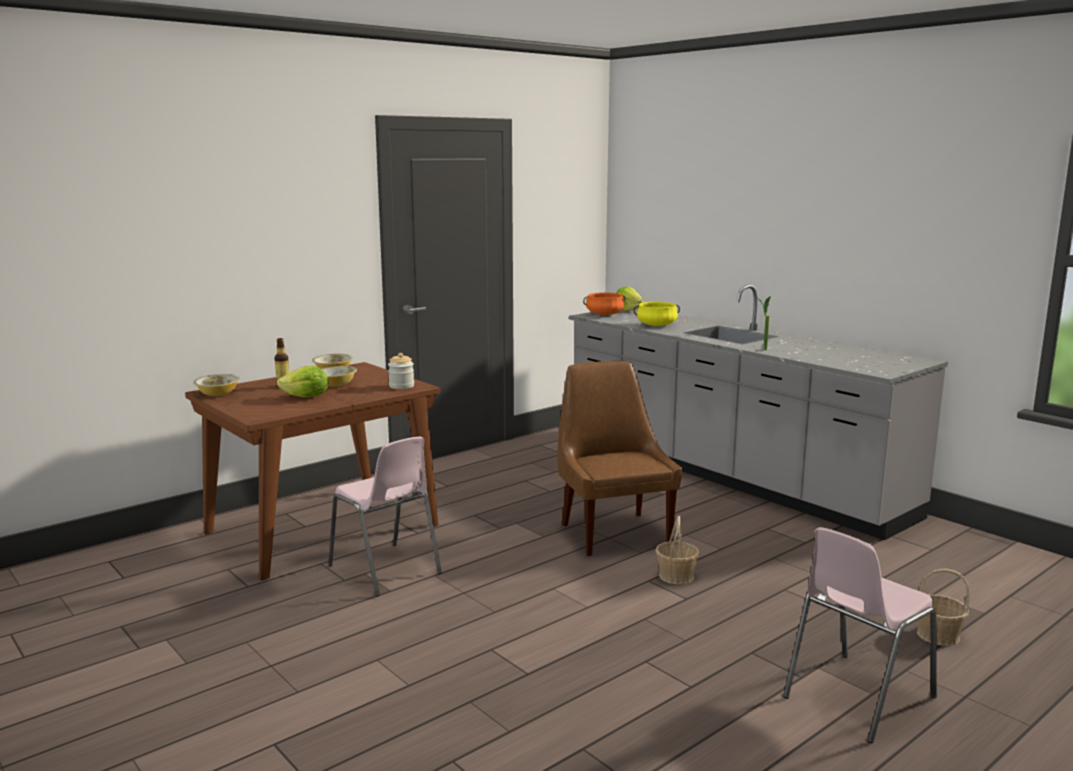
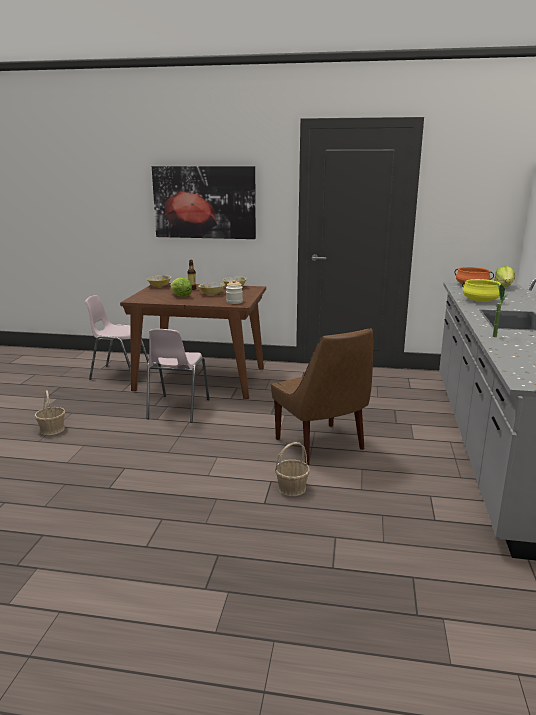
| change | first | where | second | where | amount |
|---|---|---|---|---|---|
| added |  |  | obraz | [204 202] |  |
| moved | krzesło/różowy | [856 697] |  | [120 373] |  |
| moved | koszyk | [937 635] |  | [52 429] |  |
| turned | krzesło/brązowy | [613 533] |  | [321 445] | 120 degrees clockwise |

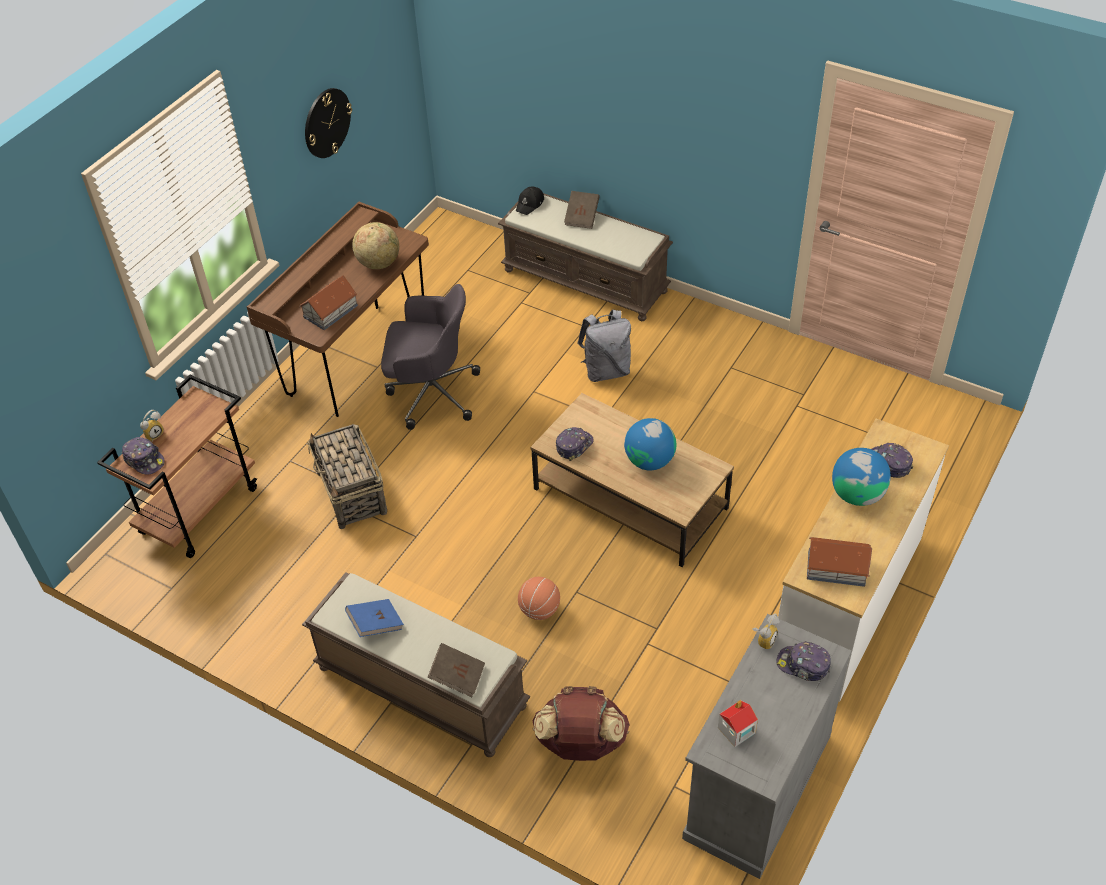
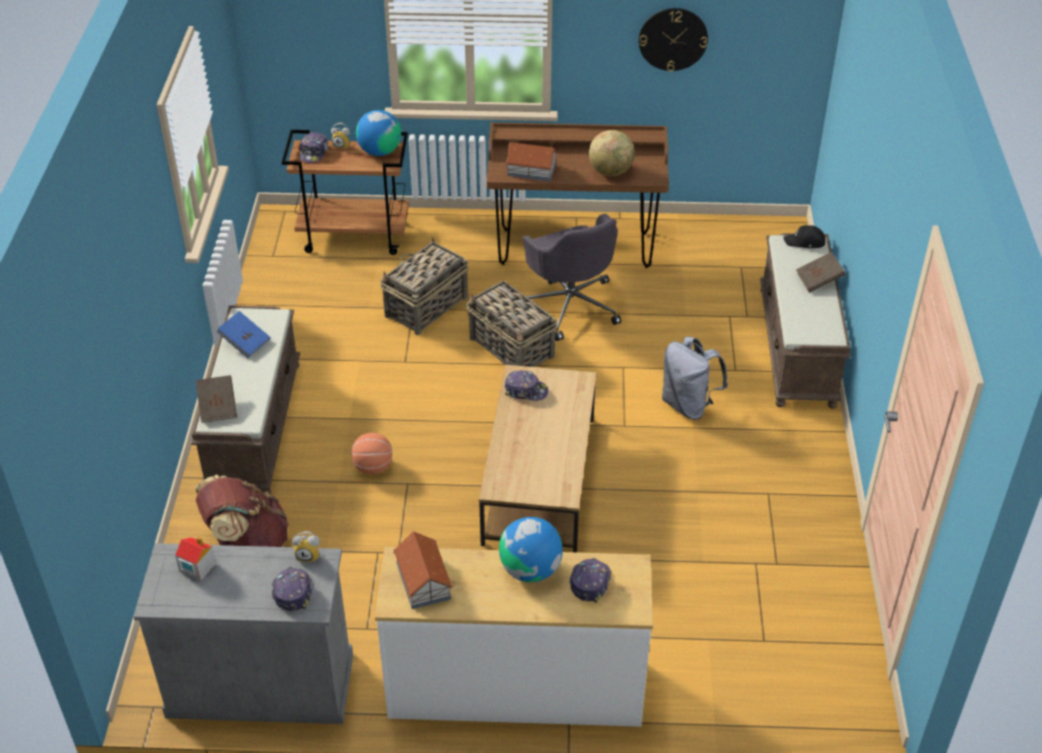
| change | first | where | second | where | amount |
|---|---|---|---|---|---|
| added |  |  | koszyk | [512 348] |  |
| moved | globus | [649 461] |  | [380 151] |  |

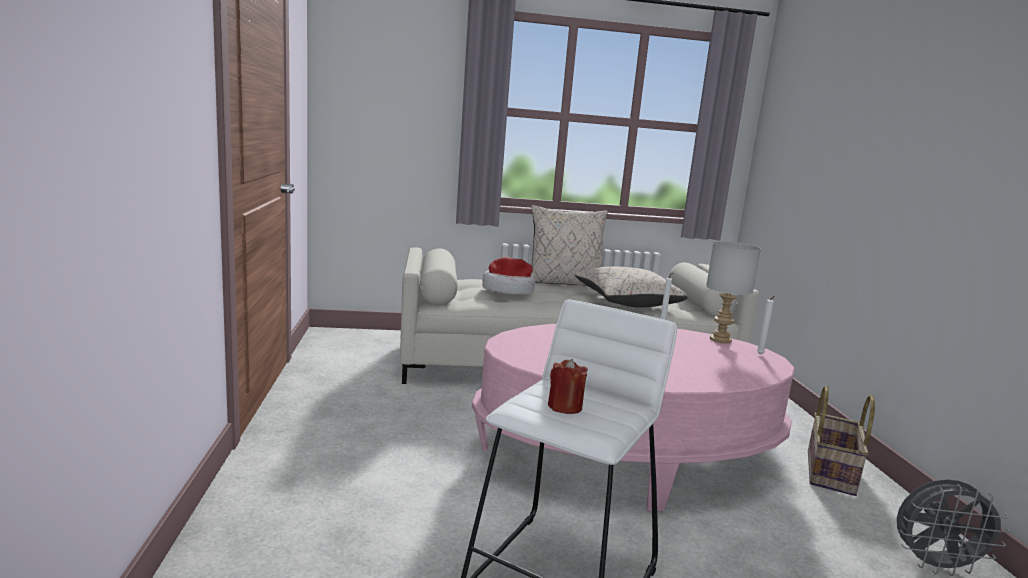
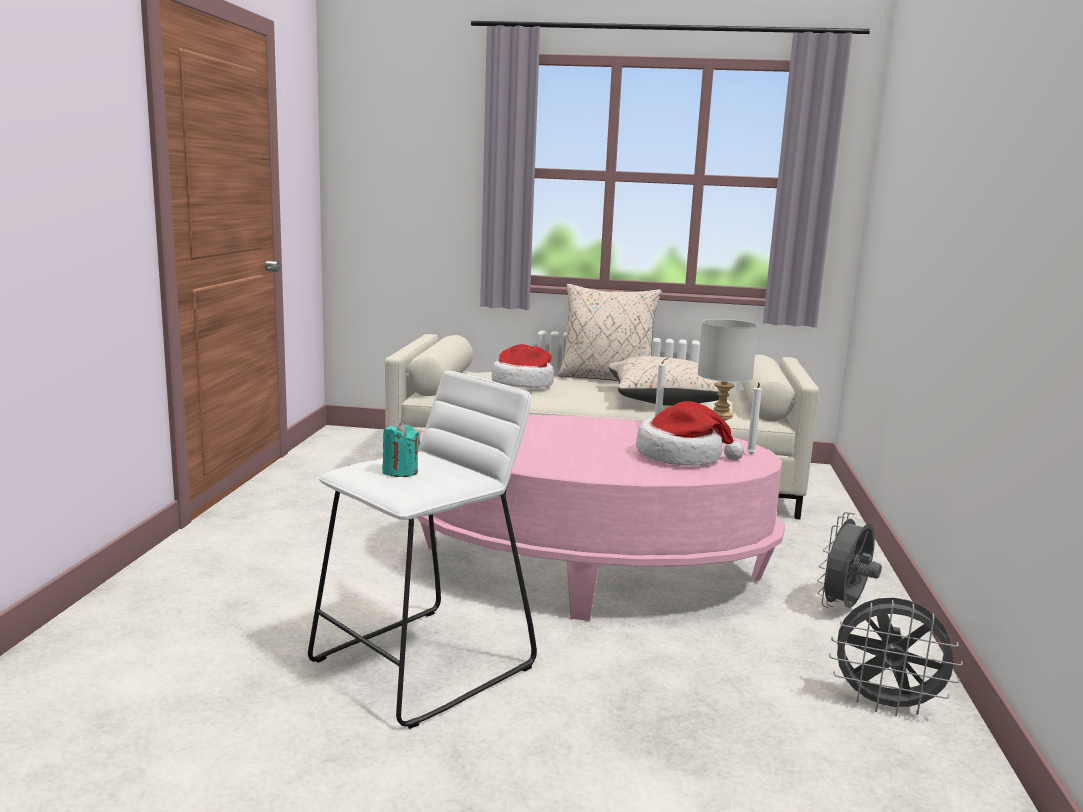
| change | first | where | second | where | amount |
|---|---|---|---|---|---|
| added |  |  | kapelusz | [681 456] |  |
| replaced | koszyk | [831 473] | wentylator/szary | [844 607] |  |
| recoloured | świeca/czerwony | [565 406] | świeca/turkusowy | [400 472] |  |

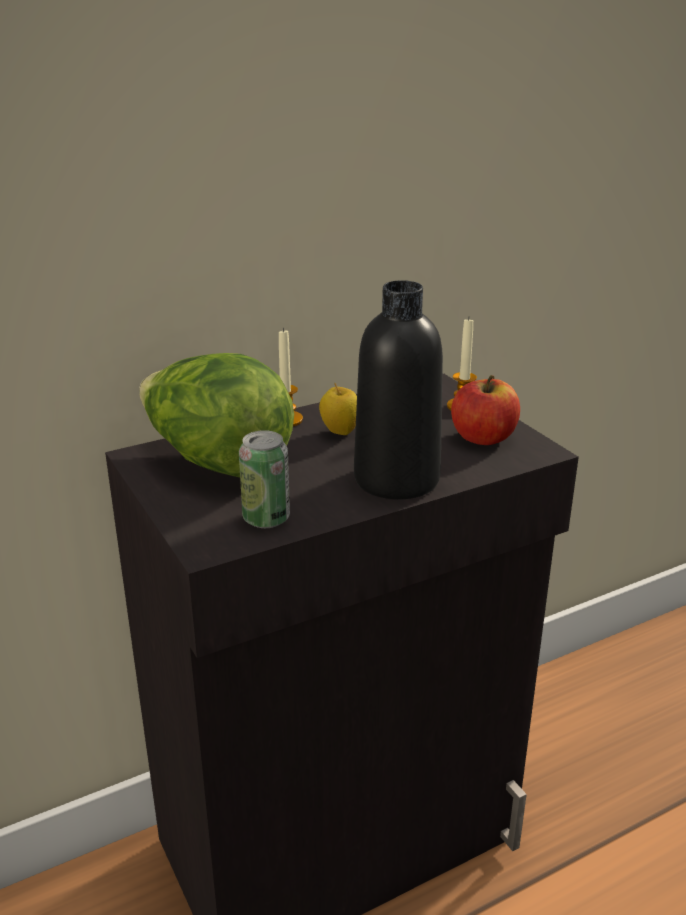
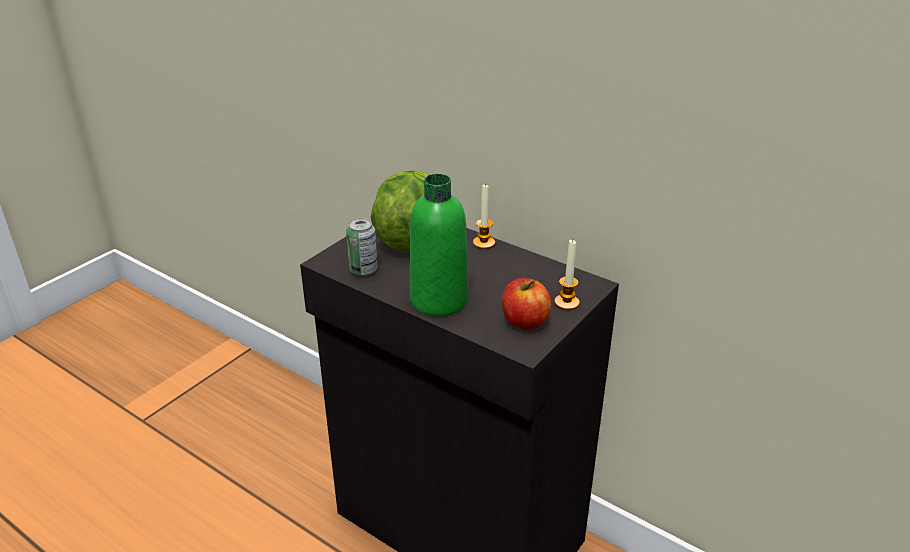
| change | first | where | second | where | amount |
|---|---|---|---|---|---|
| removed | jabłko | [340 432] |  |  |  |
| recoloured | butelka/czarny | [396 479] | butelka/zielony | [439 300] |  |

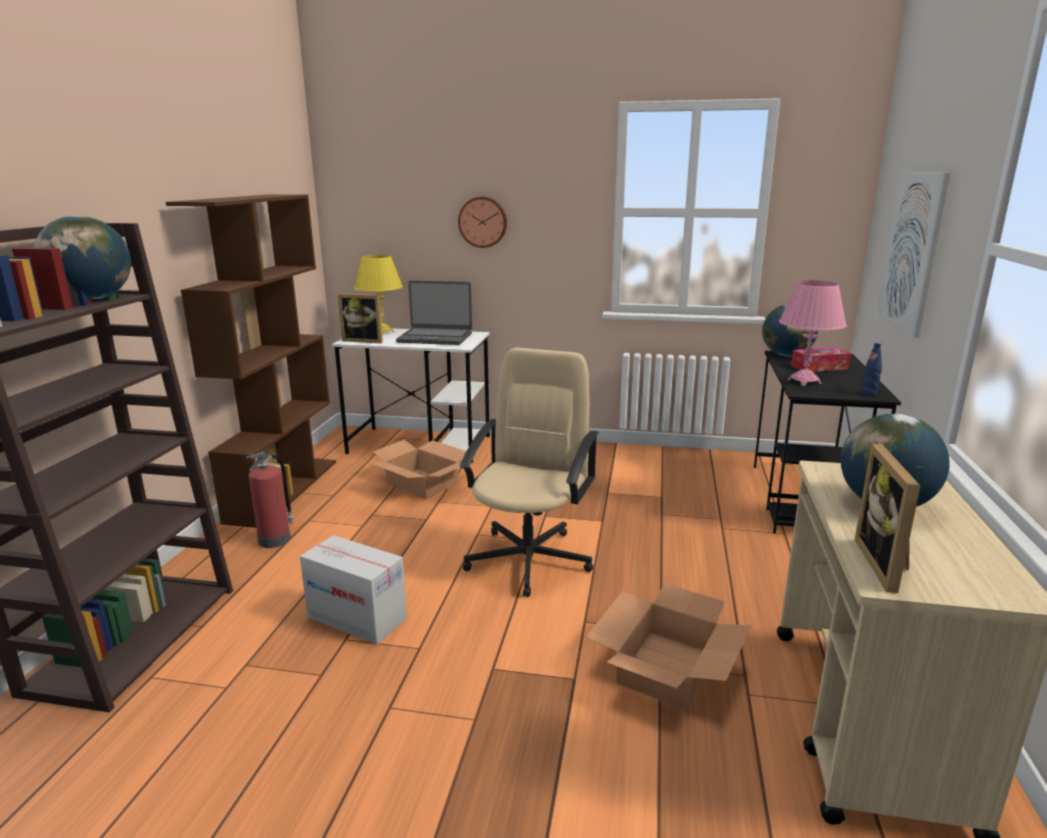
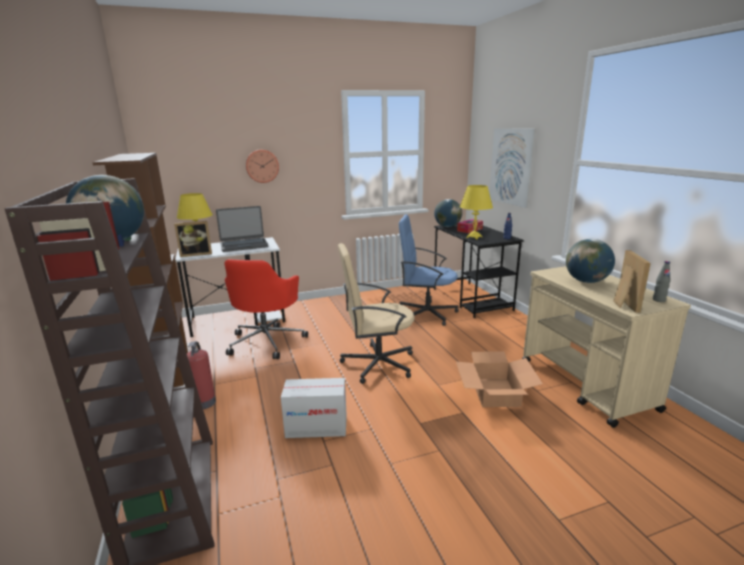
| change | first | where | second | where | amount |
|---|---|---|---|---|---|
| added |  |  | krzesło biurowe/niebieski | [426 313] |  |
| added |  |  | butelka/szary | [659 300] |  |
| replaced | karton | [422 483] | krzesło biurowe/czerwony | [267 341] |  |
| recoloured | lampa stołowa/różowy | [804 381] | lampa stołowa/żółty | [474 237] |  |
| turned | krzesło biurowe/beżowy | [529 559] |  | [377 364] | 90 degrees counterclockwise |
| turned | ramka na zdjęcie | [887 565] |  | [622 303] | 150 degrees counterclockwise |

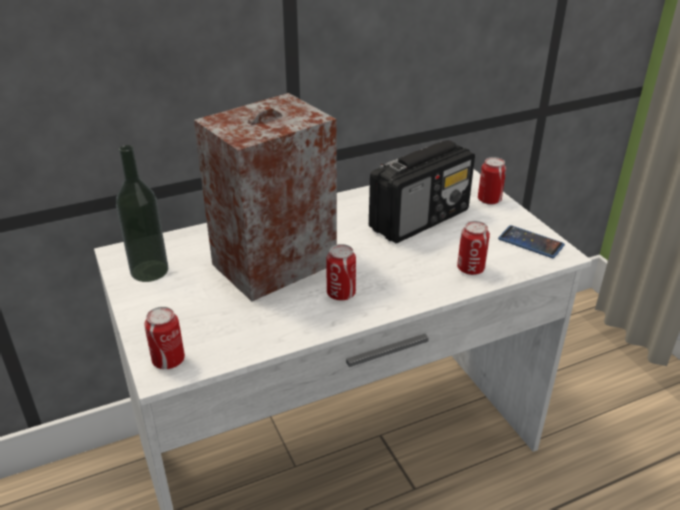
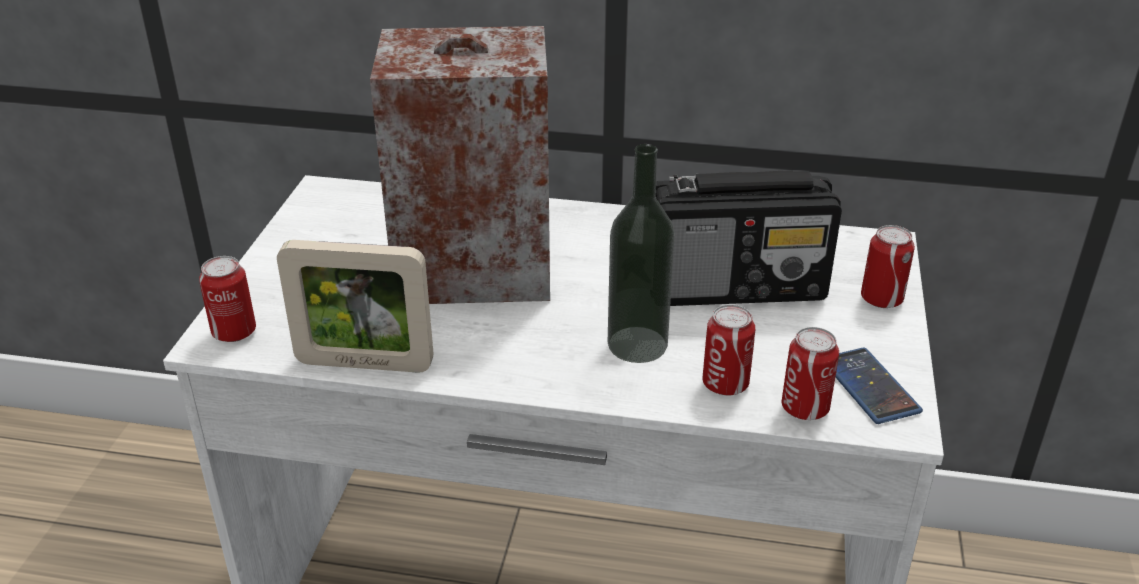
| change | first | where | second | where | amount |
|---|---|---|---|---|---|
| added |  |  | ramka na zdjęcie | [364 363] |  |
| moved | butelka | [149 271] |  | [637 344] |  |
| moved | puszka | [341 294] |  | [805 408] |  |

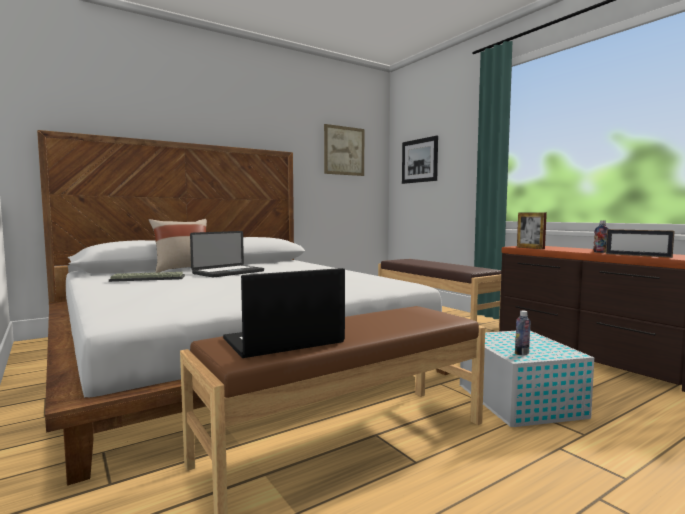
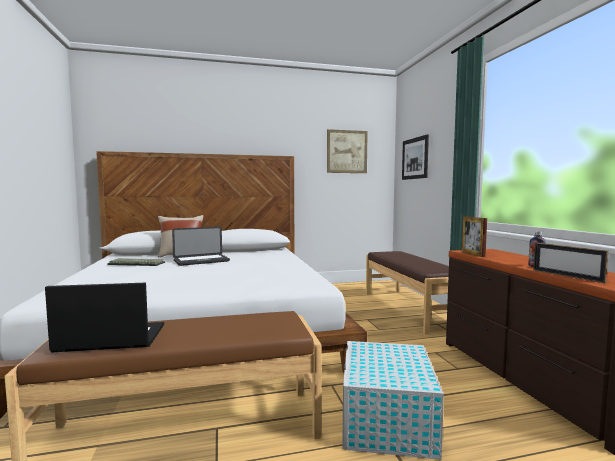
| change | first | where | second | where | amount |
|---|---|---|---|---|---|
| removed | butelka | [522 353] |  |  |  |

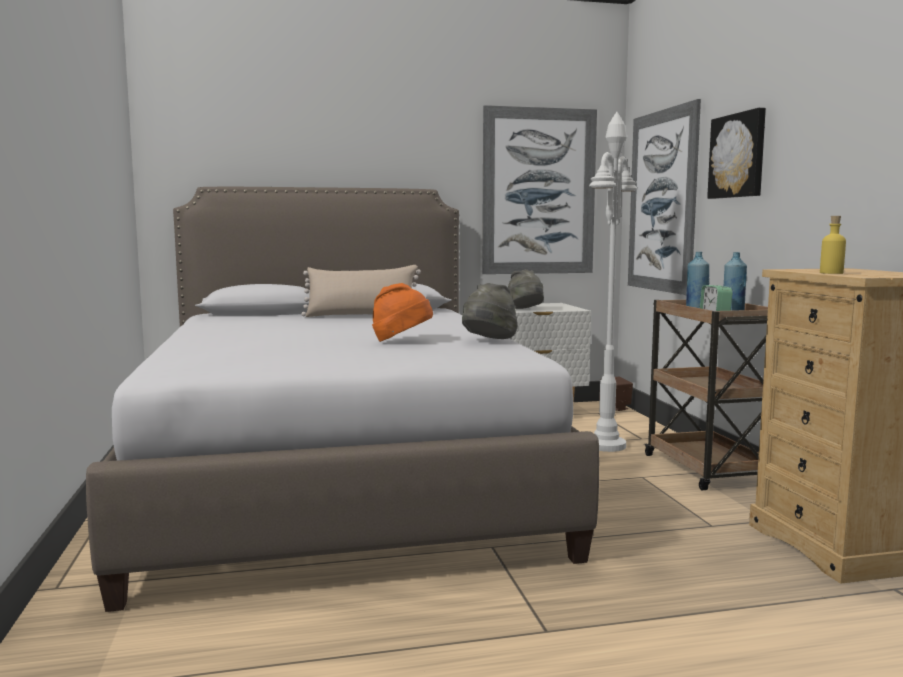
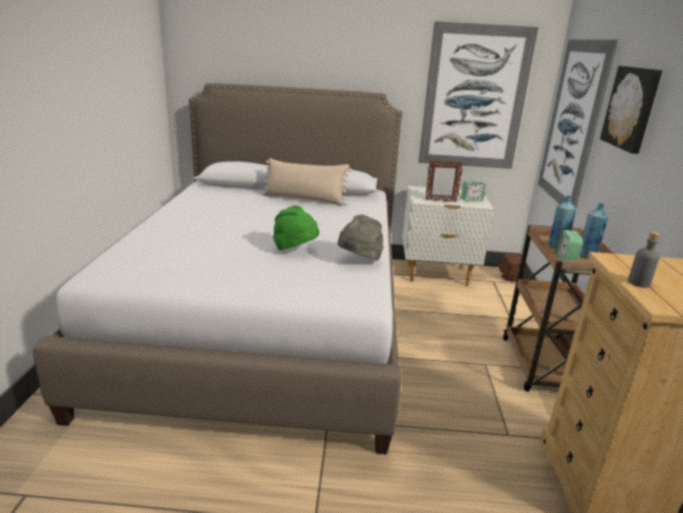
| change | first | where | second | where | amount |
|---|---|---|---|---|---|
| removed | lampa stojąca/biały | [606 445] |  |  |  |
| added |  |  | budzik | [471 200] |  |
| replaced | kapelusz/szary | [525 310] | ramka na zdjęcie | [440 201] |  |
| recoloured | kapelusz/pomarańczowy | [401 341] | kapelusz/zielony | [295 250] |  |
| recoloured | butelka/żółty | [831 273] | butelka/szary | [638 283] |  |

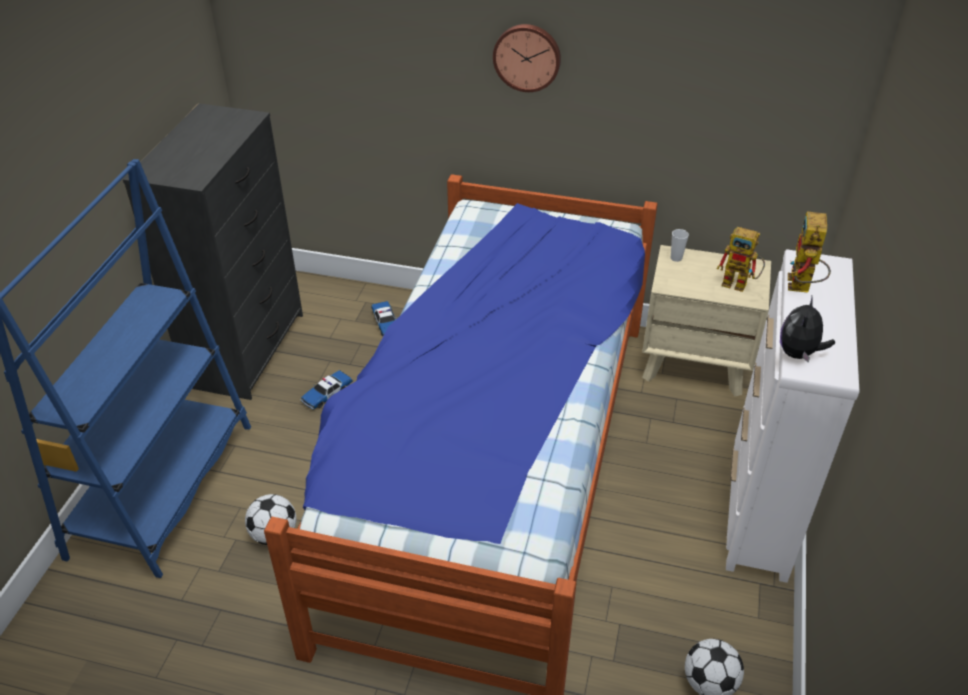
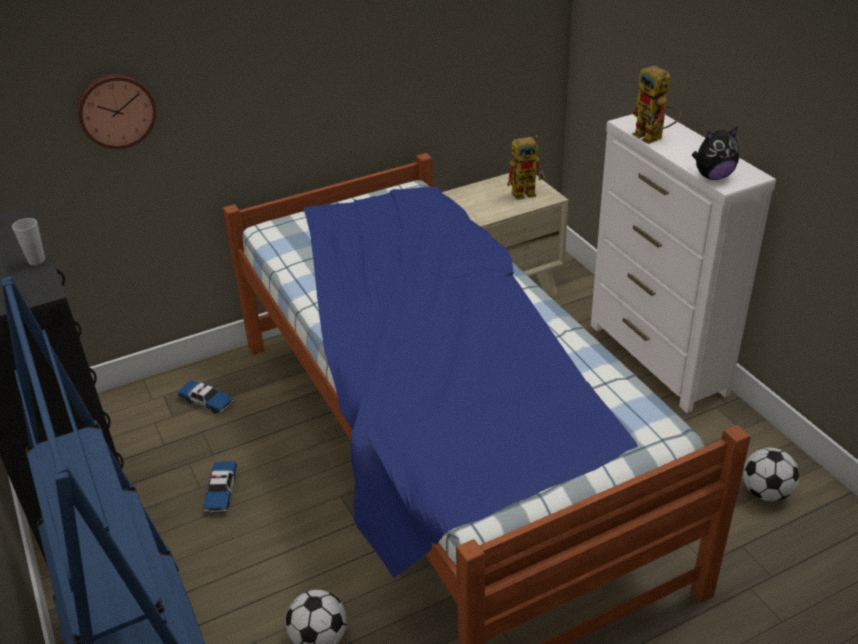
| change | first | where | second | where | amount |
|---|---|---|---|---|---|
| moved | zegar ścienny | [527 57] |  | [116 110] |  |
| moved | filiżanka | [676 258] |  | [36 260] |  |
| turned | pluszak | [799 353] |  | [713 176] | 90 degrees counterclockwise |

